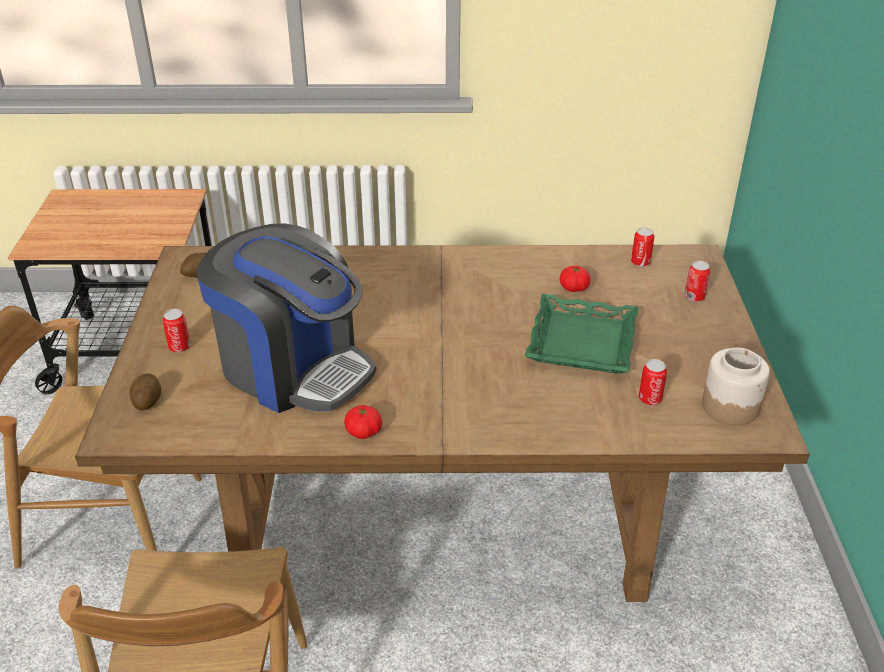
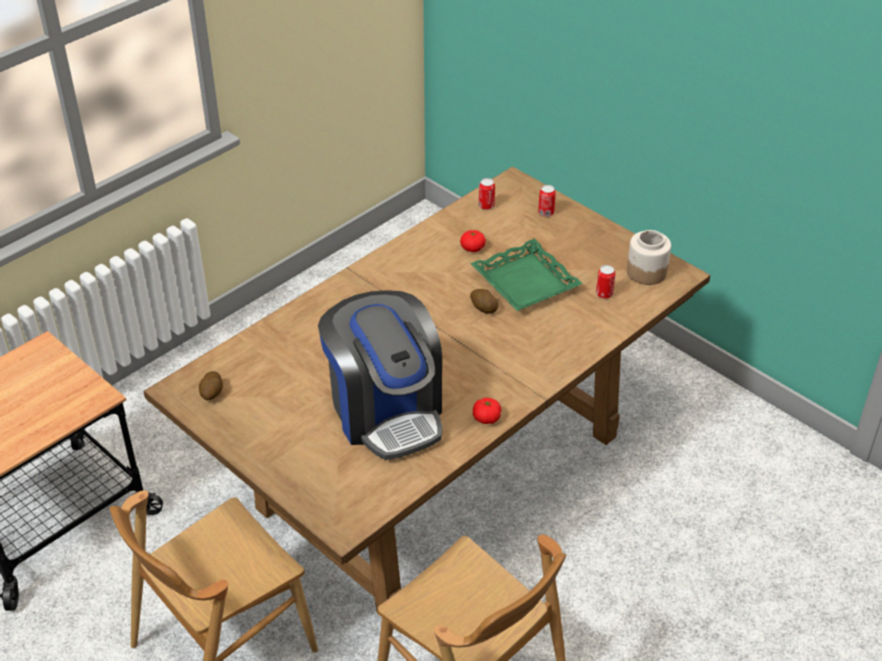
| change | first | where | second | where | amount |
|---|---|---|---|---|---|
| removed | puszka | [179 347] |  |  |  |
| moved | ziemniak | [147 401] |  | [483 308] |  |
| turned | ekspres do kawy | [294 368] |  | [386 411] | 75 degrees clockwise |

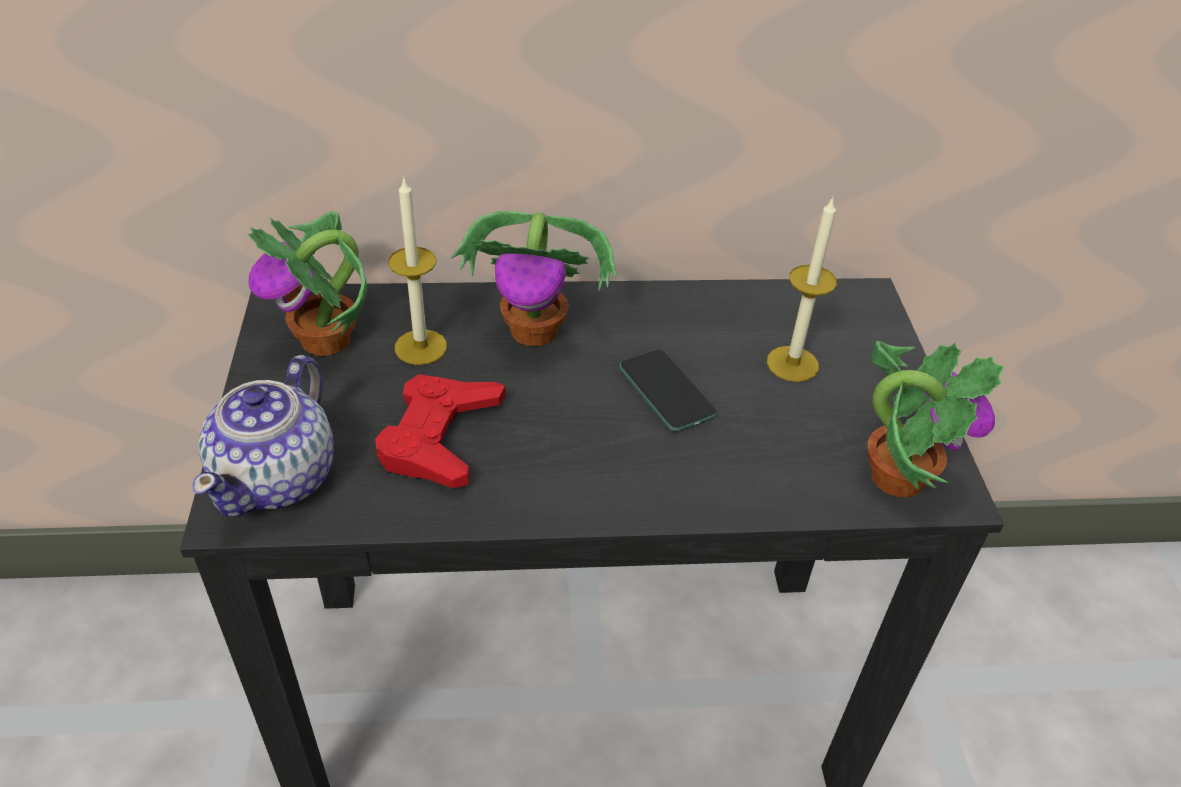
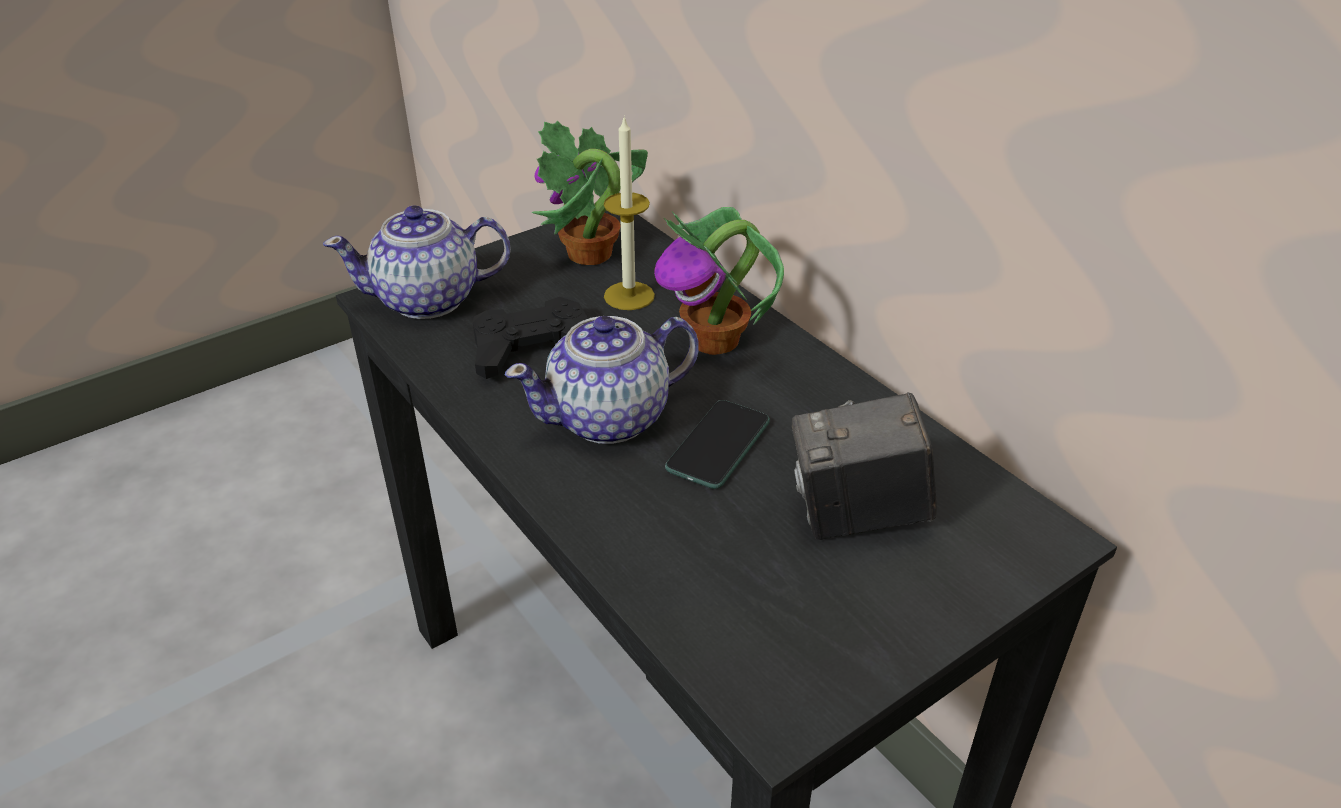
| change | first | where | second | where | amount |
|---|---|---|---|---|---|
| removed | roślina doniczkowa | [896 475] |  |  |  |
| added |  |  | imbryk | [610 418] |  |
| replaced | świeca | [792 364] | aparat fotograficzny | [857 516] |  |
| recoloured | pad do gier/czerwony | [440 437] | pad do gier/czarny | [535 349] |  |

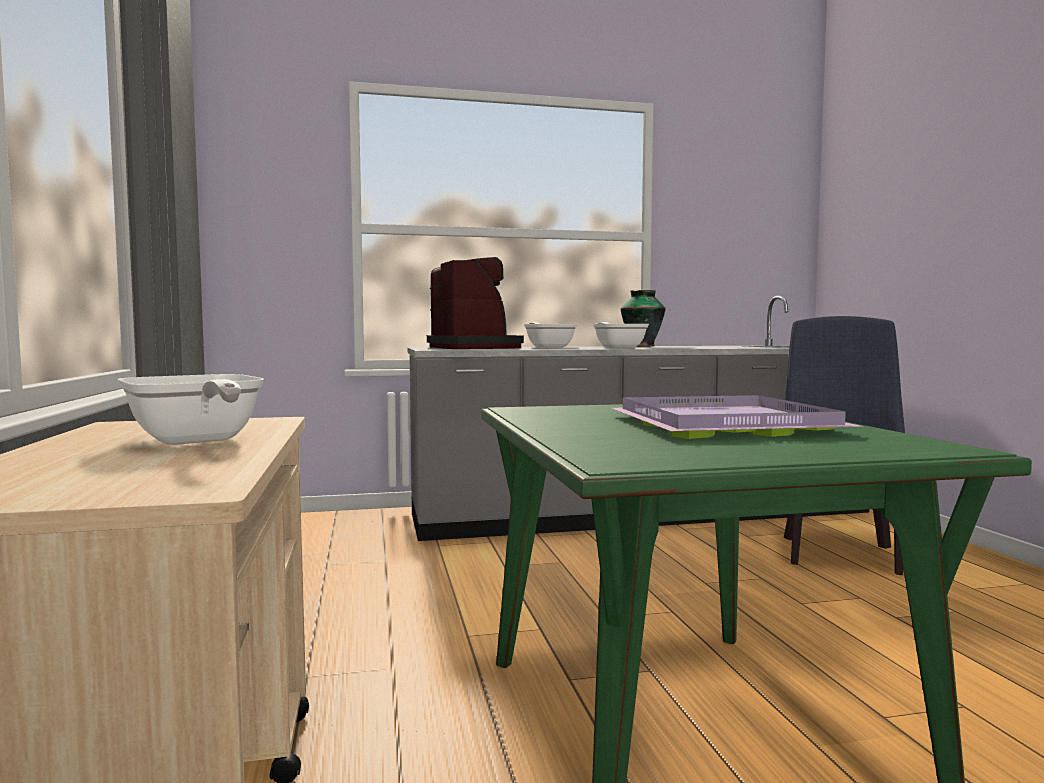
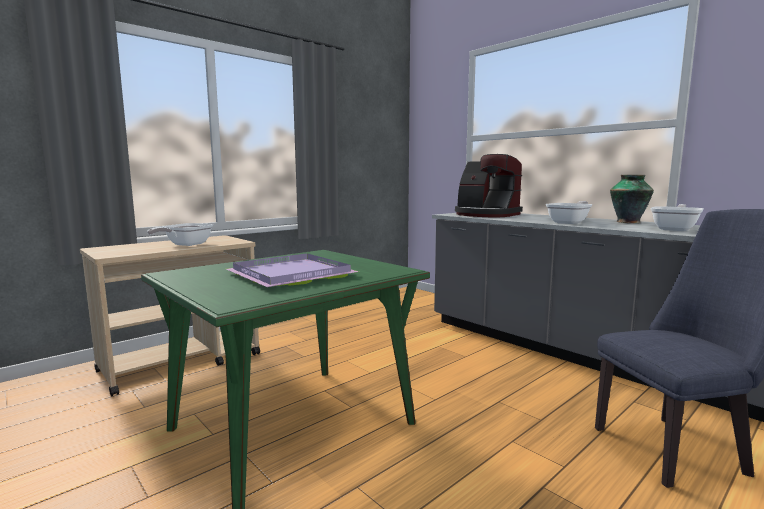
| change | first | where | second | where | amount |
|---|---|---|---|---|---|
| moved | patelnia | [548 347] |  | [675 229] |  |
| turned | ekspres do kawy | [476 348] |  | [486 215] | 90 degrees clockwise |

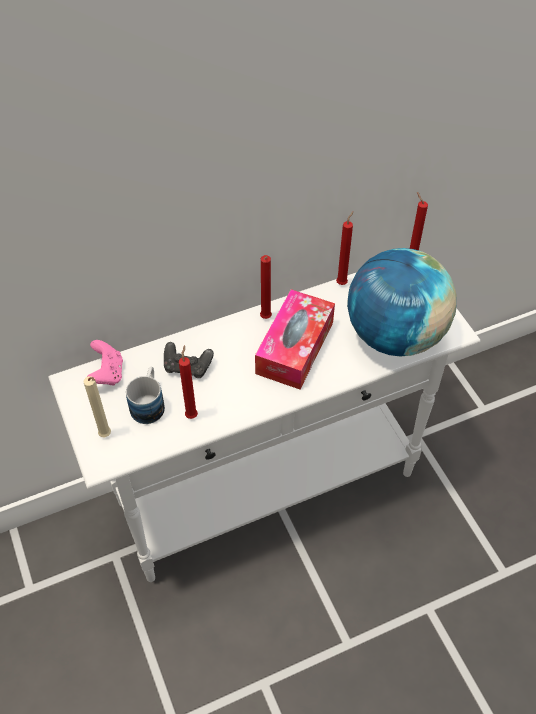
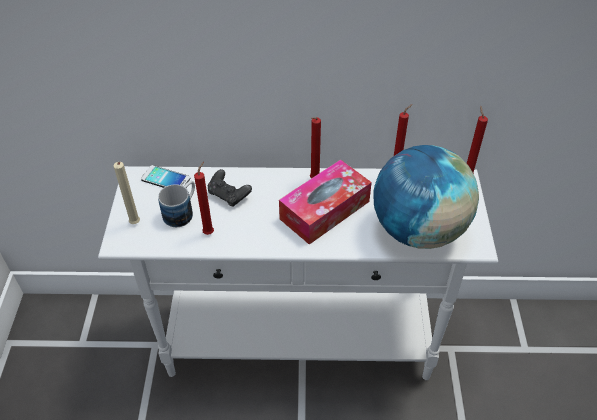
| change | first | where | second | where | amount |
|---|---|---|---|---|---|
| replaced | pad do gier/różowy | [107 373] | telefon | [165 179] |  |

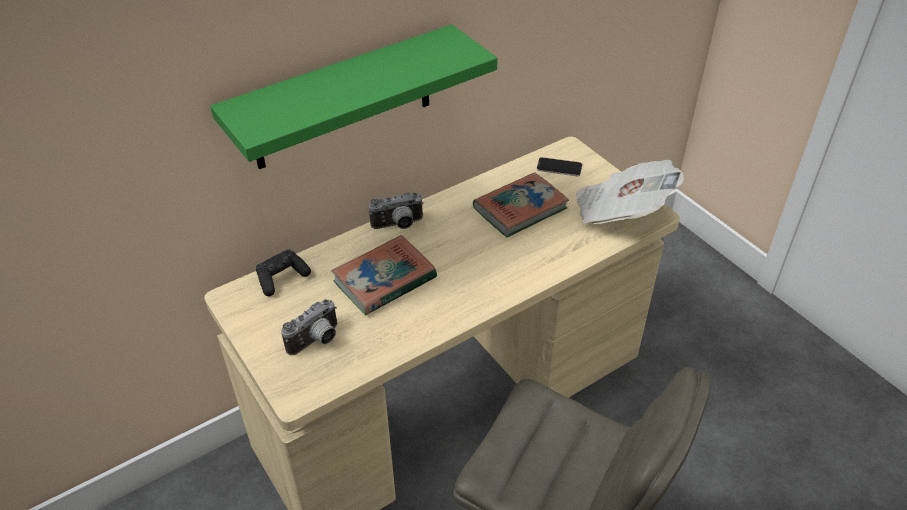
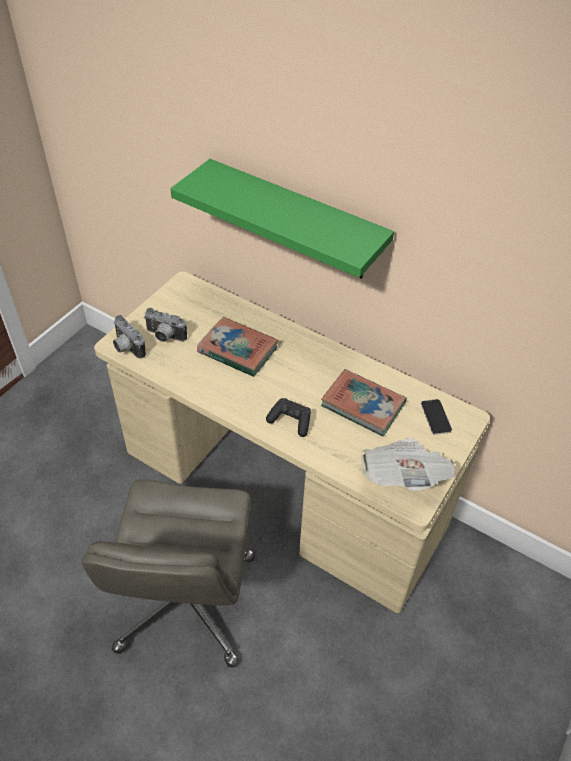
| change | first | where | second | where | amount |
|---|---|---|---|---|---|
| moved | pad do gier/czarny | [282 278] |  | [290 421] |  |
| moved | aparat fotograficzny | [398 225] |  | [126 348] |  |

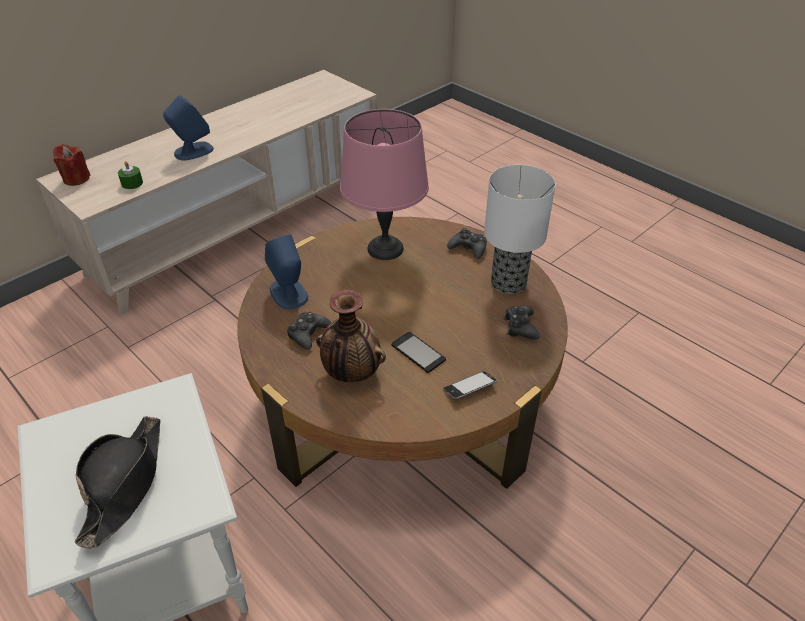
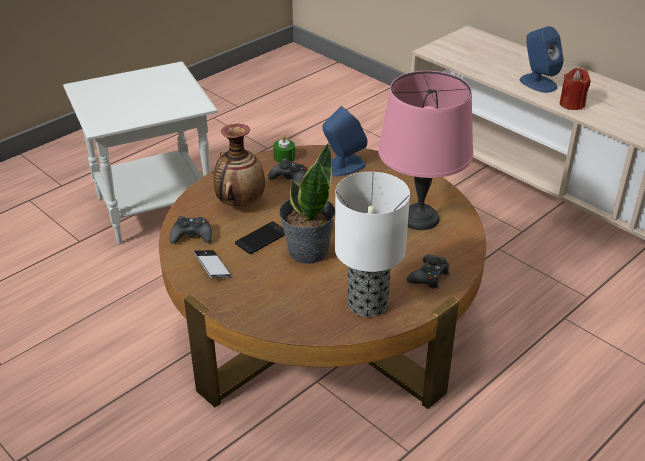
| change | first | where | second | where | amount |
|---|---|---|---|---|---|
| removed | kapelusz/czarny | [124 483] |  |  |  |
| added |  |  | roślina doniczkowa | [307 251] |  |
| moved | świeca/czerwony | [76 179] |  | [572 104] |  |
| moved | świeca/zielony | [132 183] |  | [284 157] |  |
| moved | pad do gier/czarny | [520 327] |  | [192 236] |  |

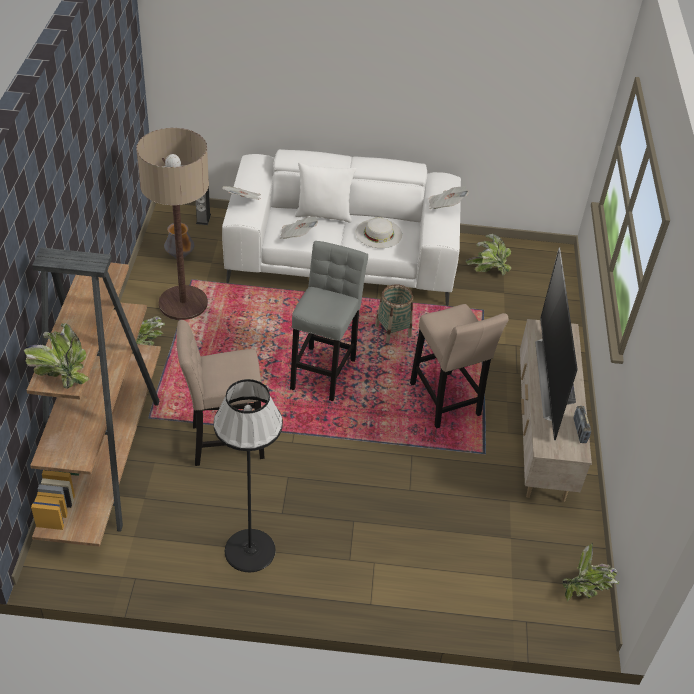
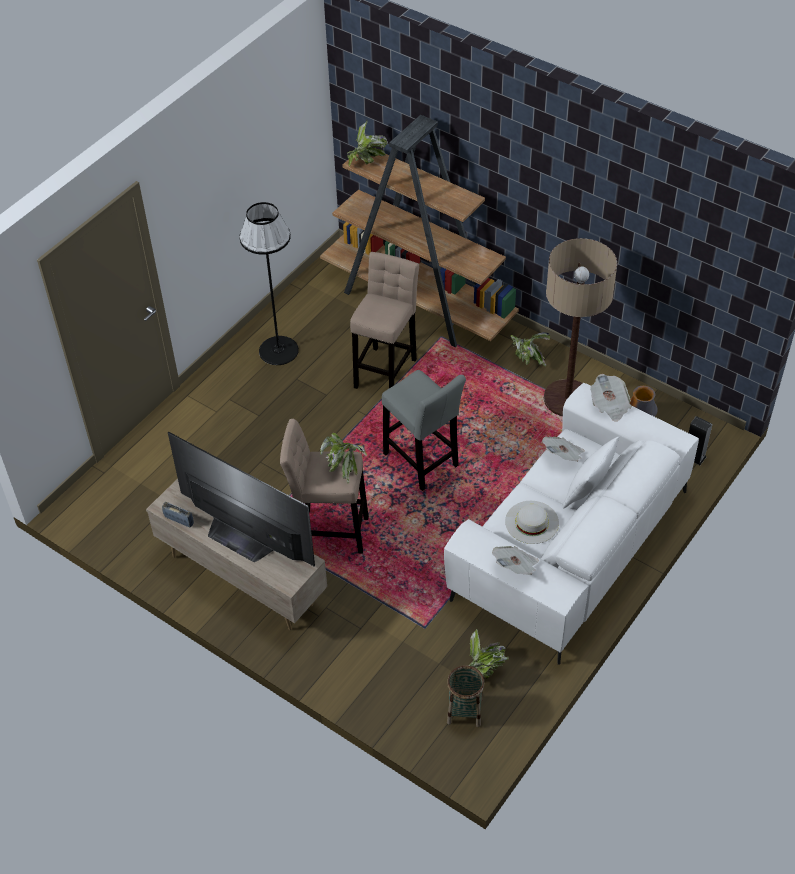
| change | first | where | second | where | amount |
|---|---|---|---|---|---|
| moved | koszyk | [393 331] |  | [464 711] |  |
| moved | roślina doniczkowa | [586 589] |  | [344 466] |  |

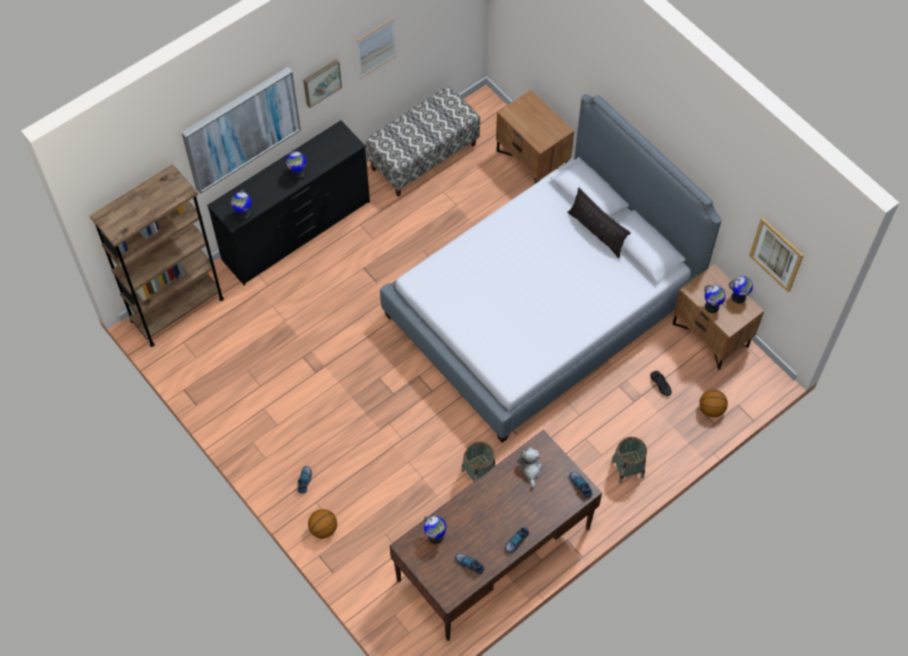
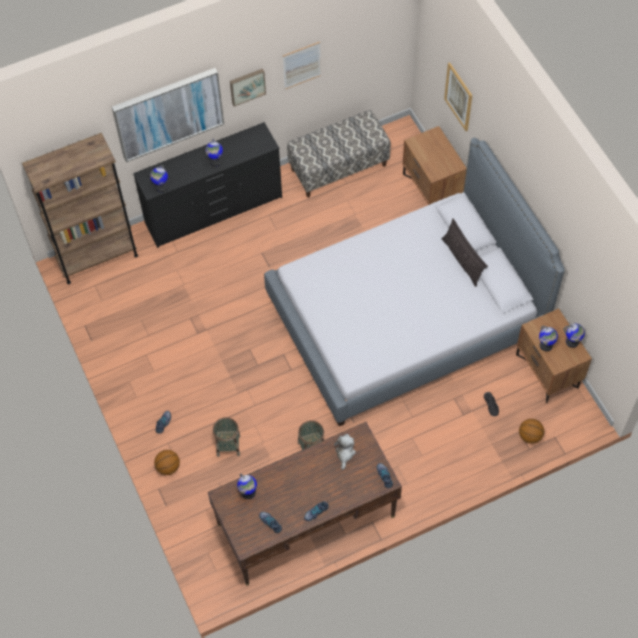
| change | first | where | second | where | amount |
|---|---|---|---|---|---|
| moved | koszyk | [627 469] |  | [228 445] |  |
| moved | obraz | [776 254] |  | [458 96] |  |

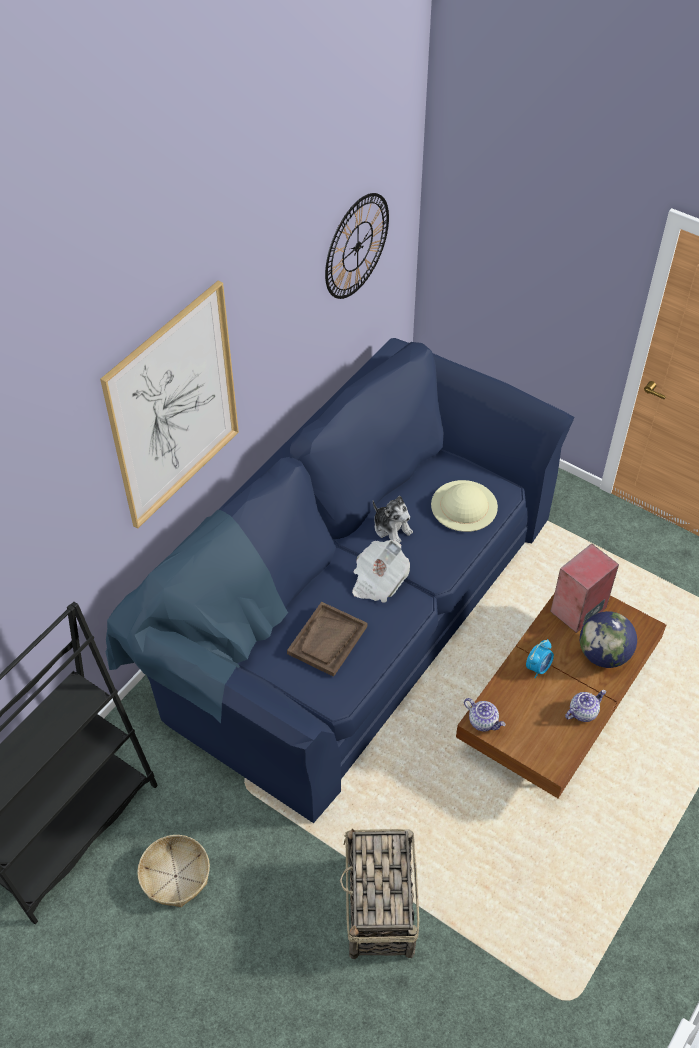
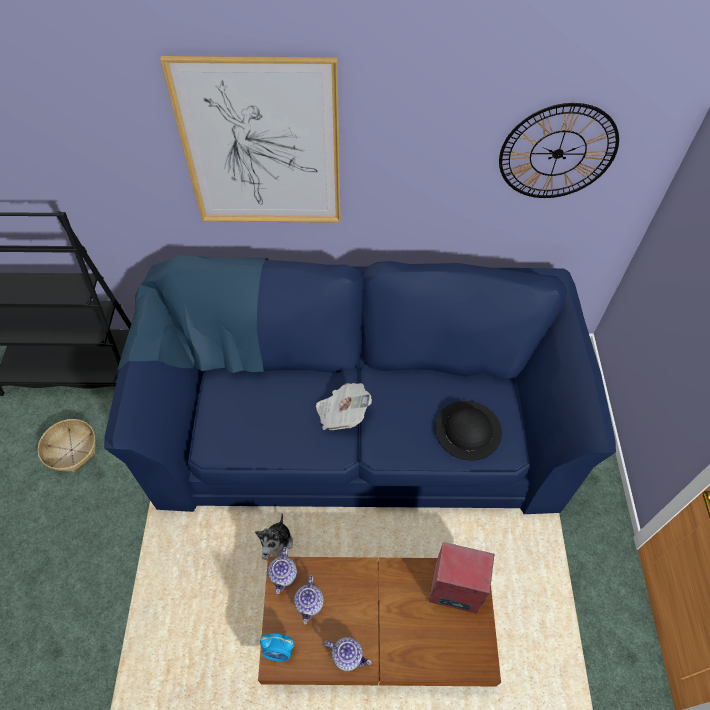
| change | first | where | second | where | amount |
|---|---|---|---|---|---|
| removed | taca/brązowy | [327 640] |  |  |  |
| removed | koszyk | [380 908] |  |  |  |
| removed | globus | [603 655] |  |  |  |
| added |  |  | imbryk | [309 603] |  |
| moved | pluszak | [391 528] |  | [277 544] |  |
| moved | budzik | [538 667] |  | [279 651] |  |
| recoloured | kapelusz/beżowy | [464 505] | kapelusz/czarny | [468 429] |  |

